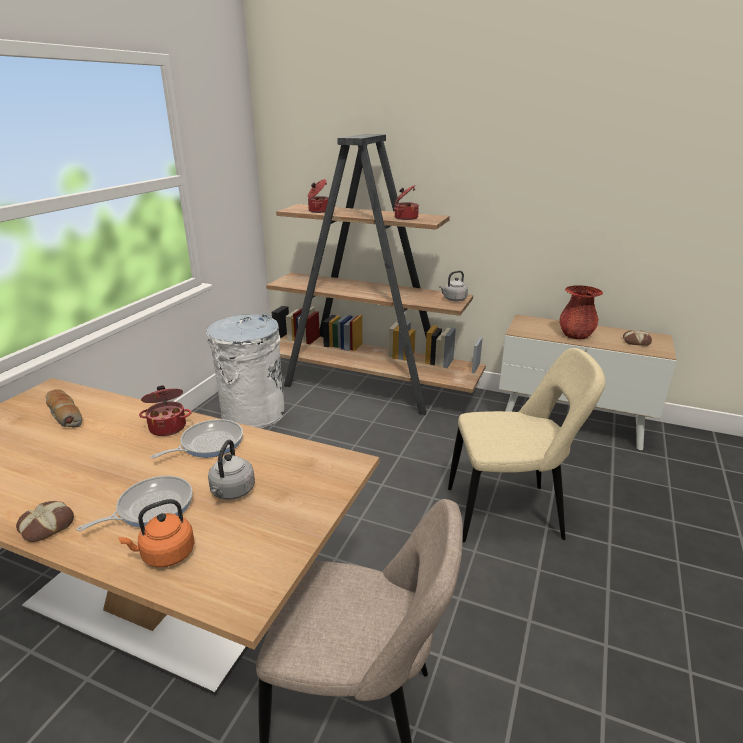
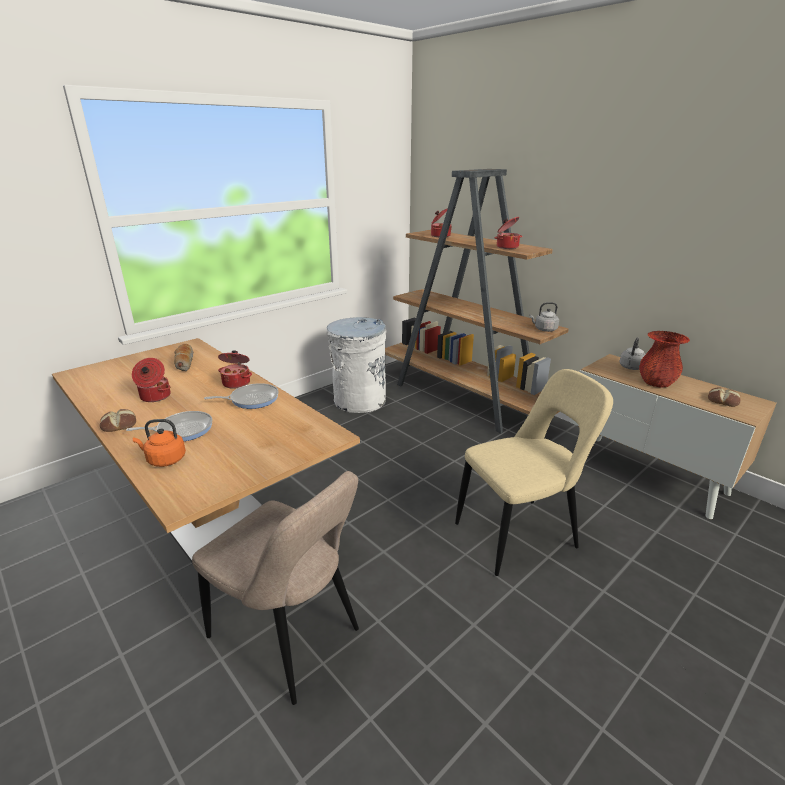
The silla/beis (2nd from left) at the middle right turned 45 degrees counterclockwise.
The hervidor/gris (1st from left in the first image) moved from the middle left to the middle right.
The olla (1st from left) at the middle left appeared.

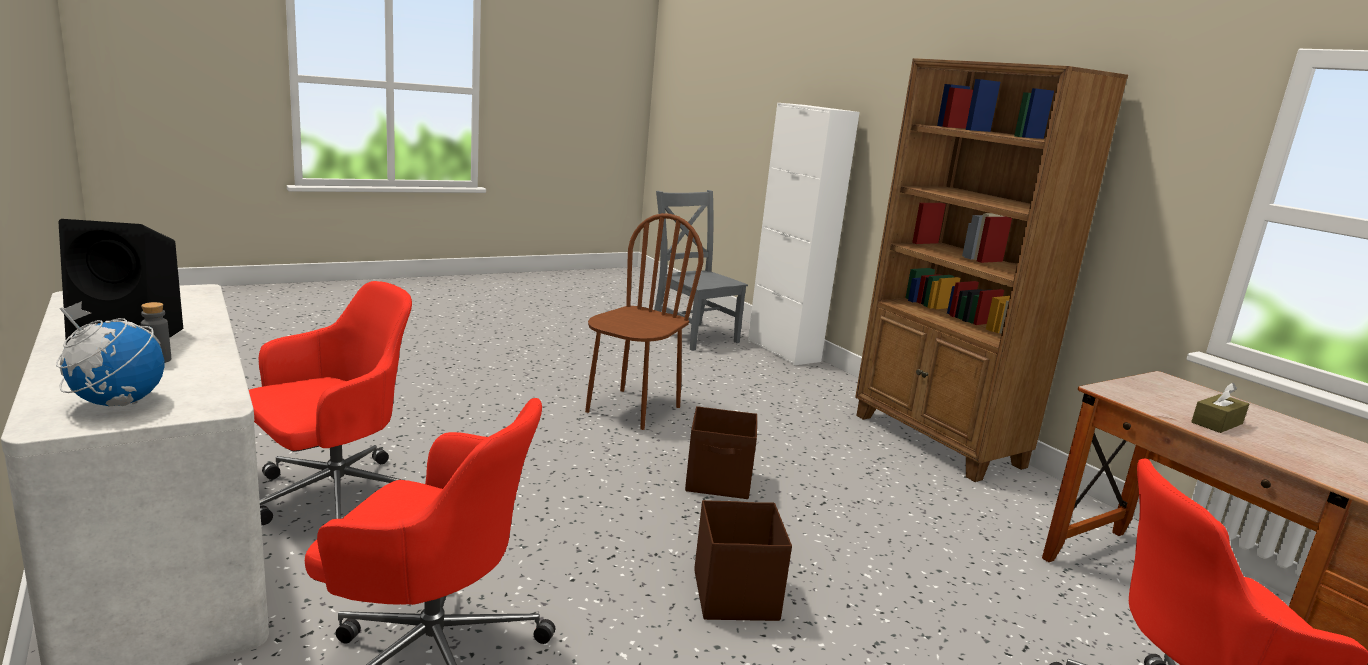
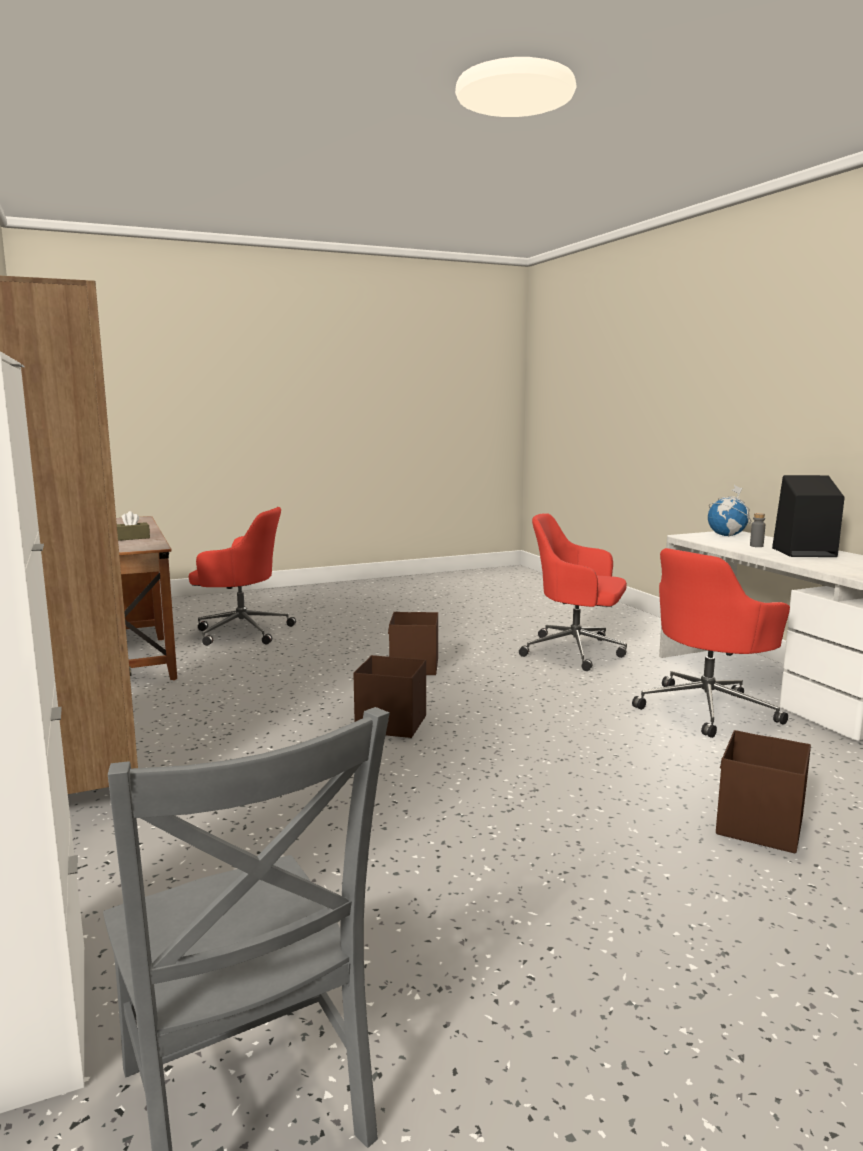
The silla/marrón at the centre disappeared.
The caja de almacenaje/marrón (3rd from left) at the bottom right appeared.

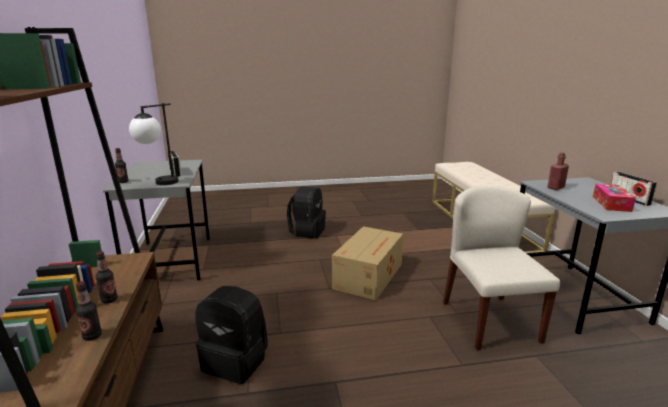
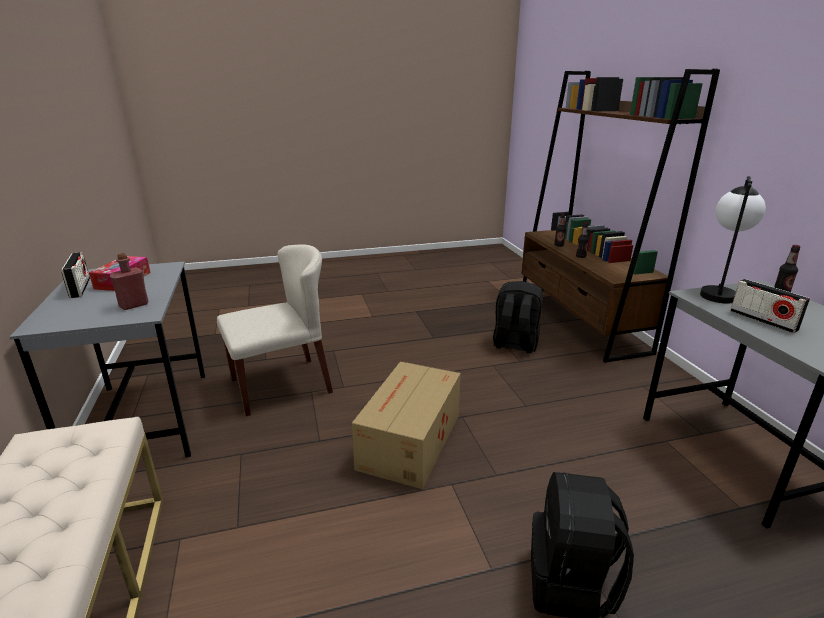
The silla/beis at the middle right turned 105 degrees counterclockwise.

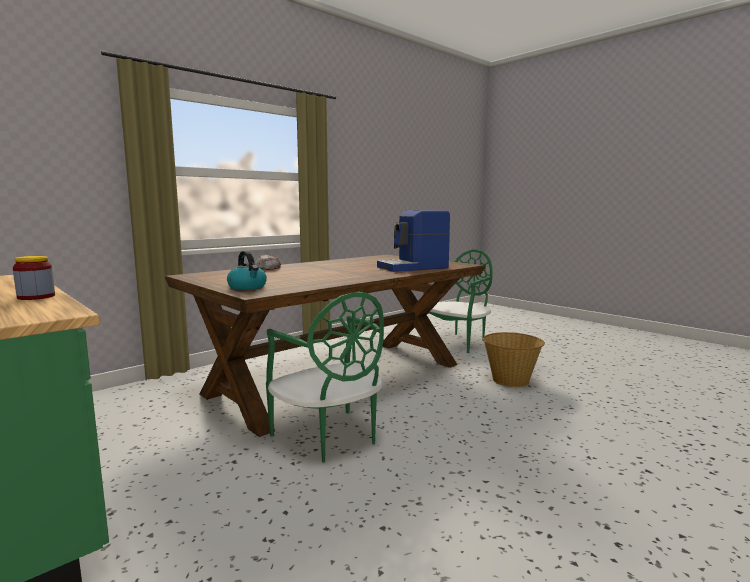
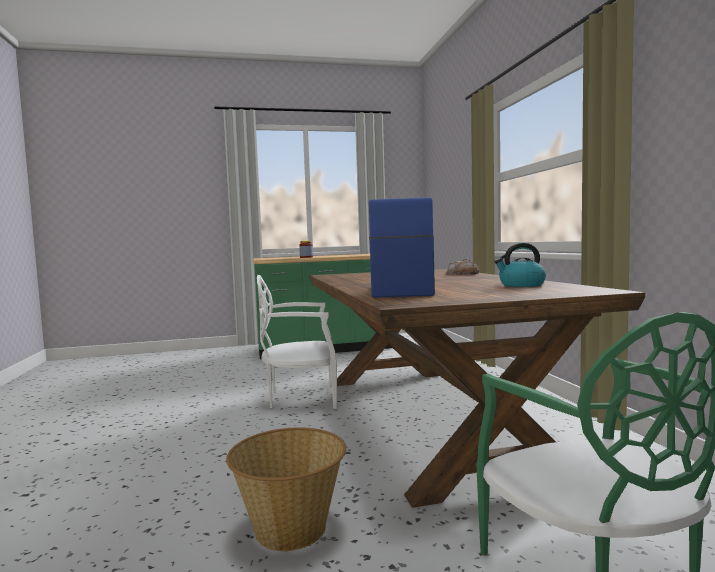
The hervidor moved from the middle left to the middle right.
The silla/verde (1st from left) at the centre became the silla/blanco at the centre.

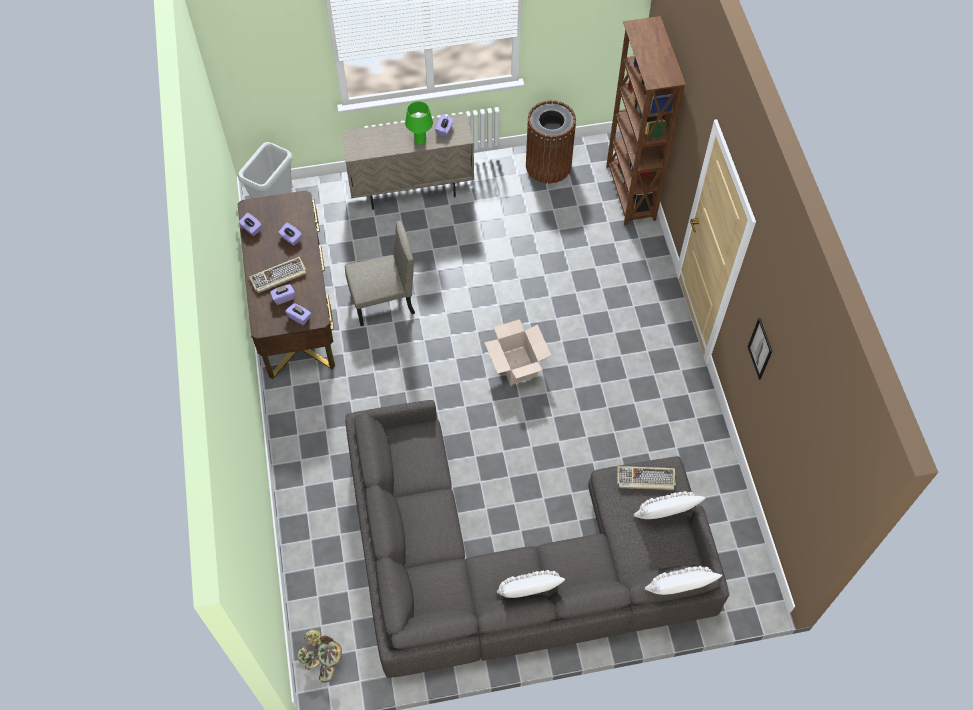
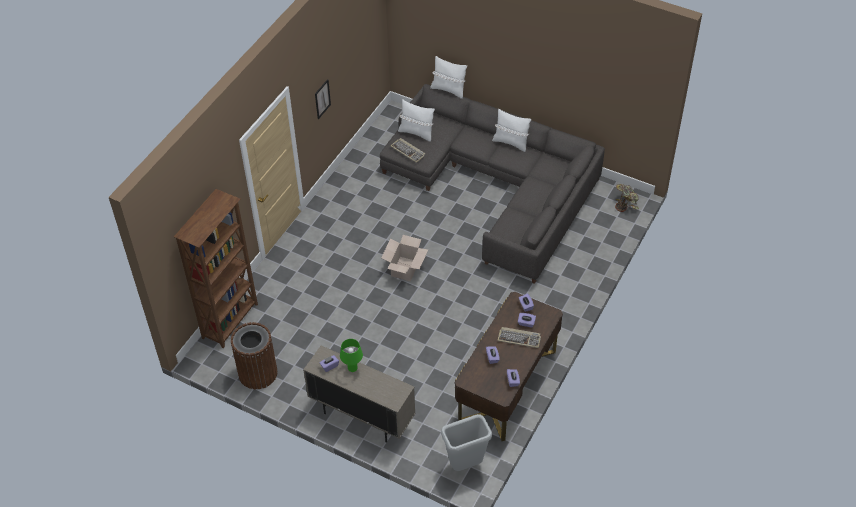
The silla/beis at the centre disappeared.

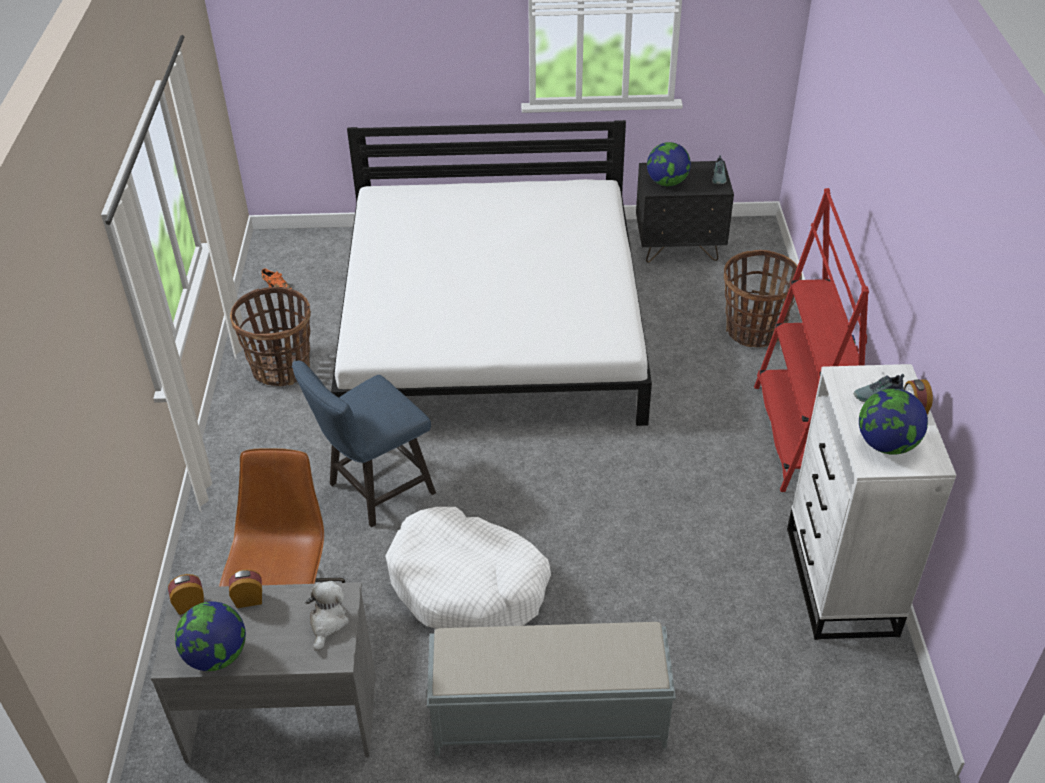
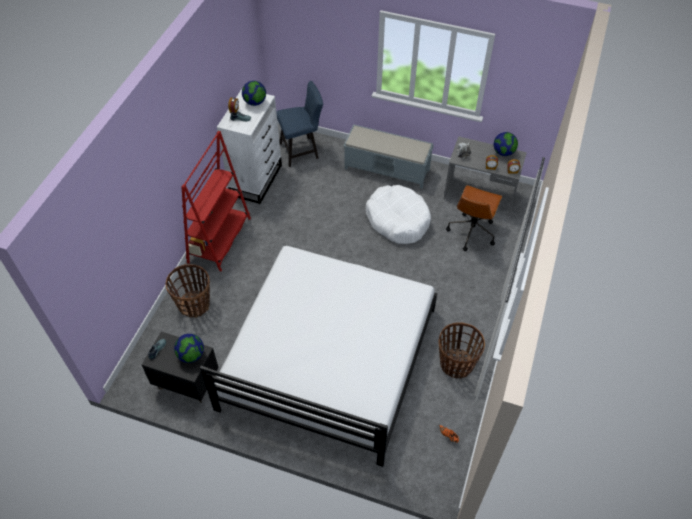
The silla/azul moved from the centre to the top centre.

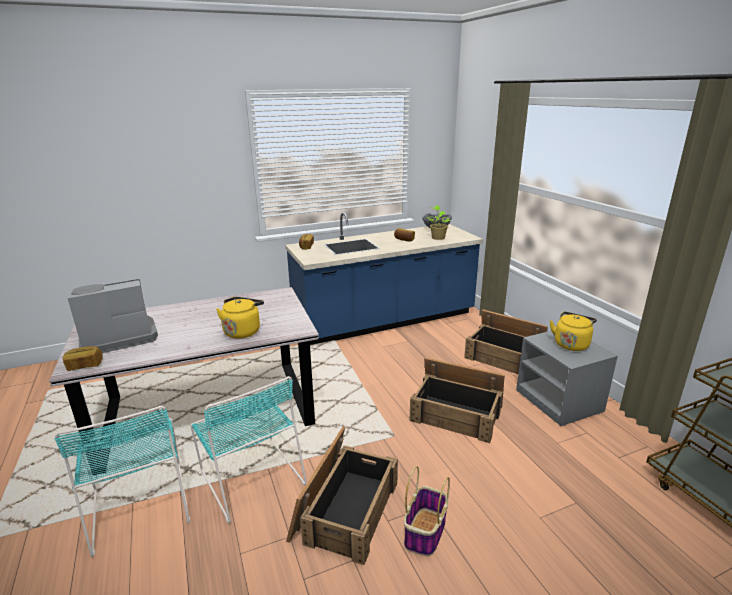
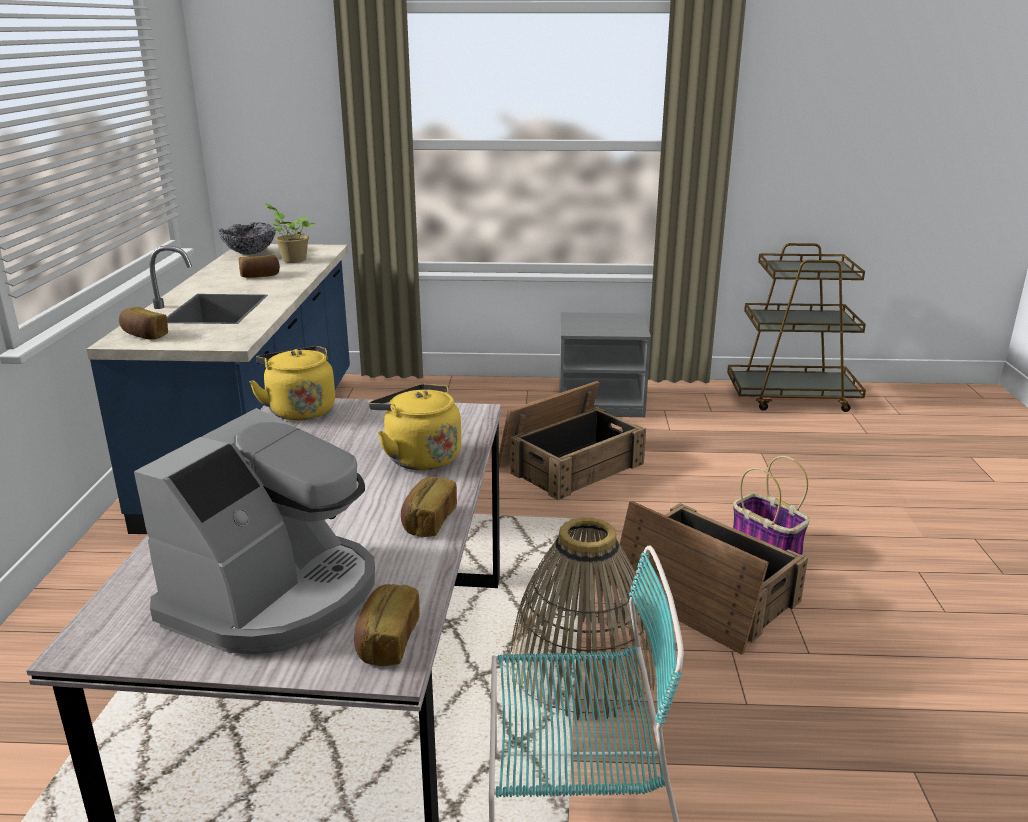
The cafetera at the middle left turned 150 degrees counterclockwise.
The caja de embalaje (3rd from left) at the middle right disappeared.
The hervidor/amarillo (2nd from left in the first image) moved from the middle right to the middle left.
The silla/turquesa (2nd from left) at the bottom centre was replaced by the cesta (1st from left) at the bottom centre.
The pan (4th from left) at the centre appeared.

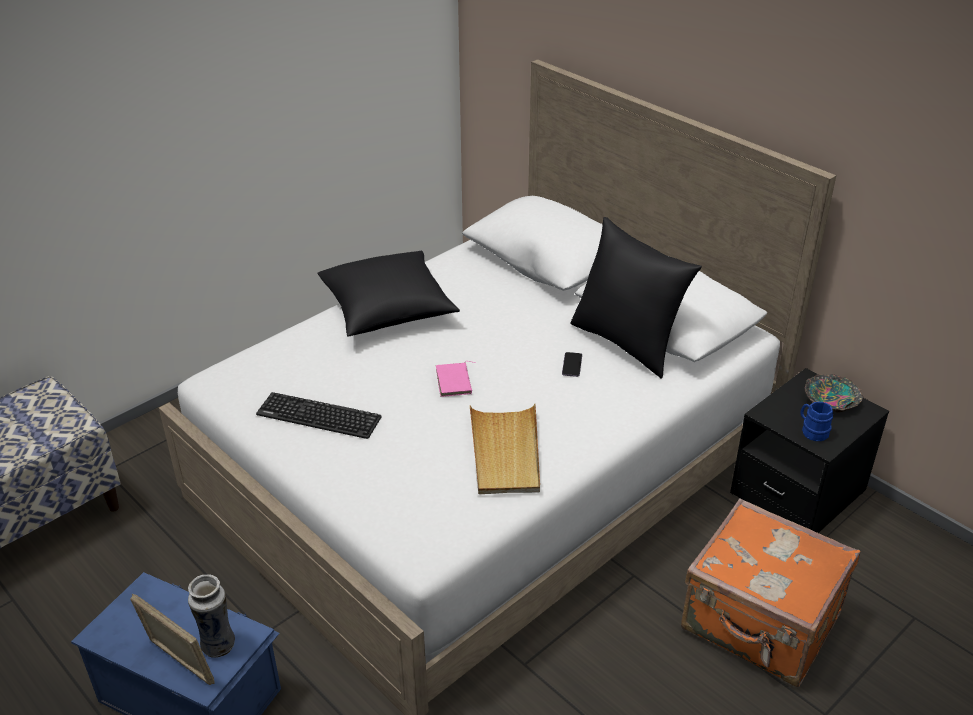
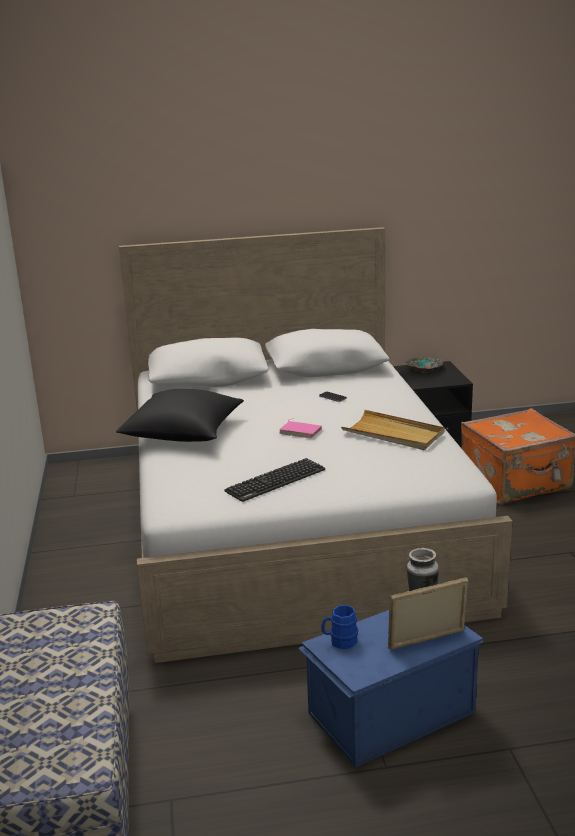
The cojín/negro (2nd from left) at the centre disappeared.
The taza grande/azul moved from the middle right to the bottom centre.

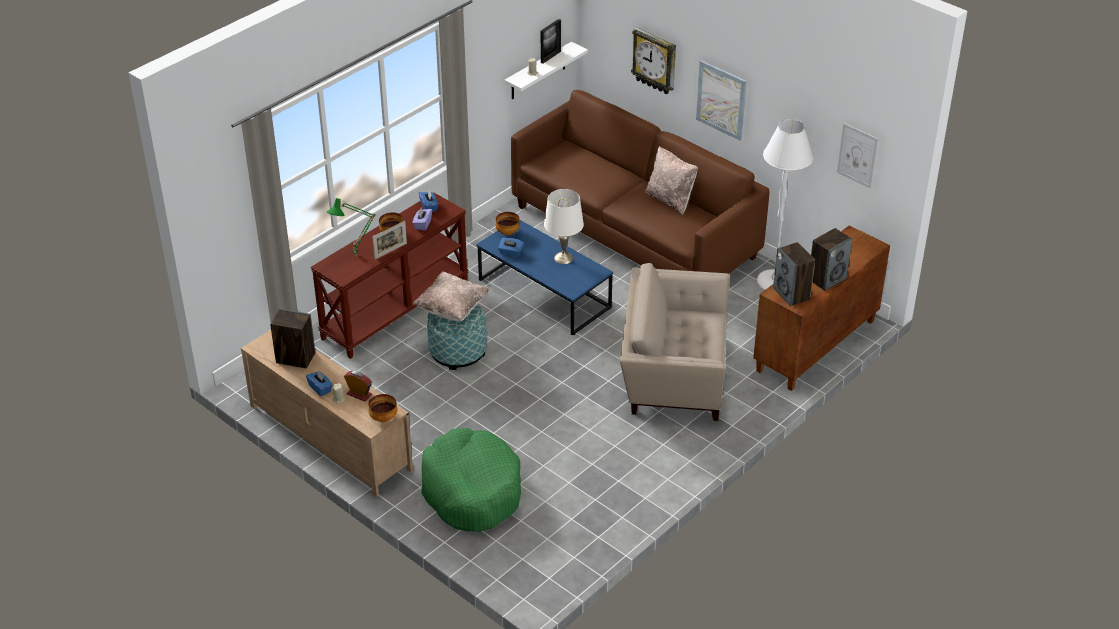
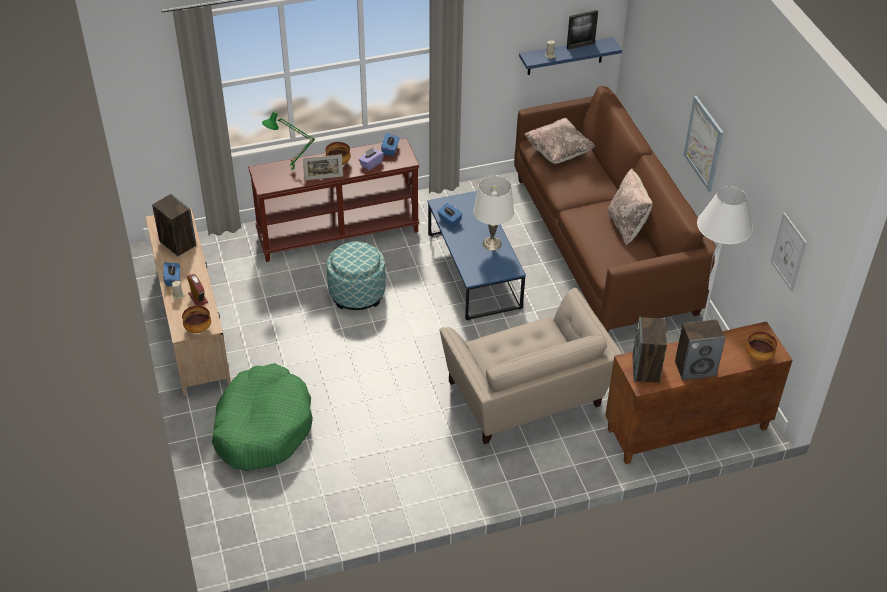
The reloj de pared at the top centre disappeared.
The estante/blanco at the top centre became the estante/azul at the top centre.
The cuenco (3rd from left) moved from the centre to the middle right.
The sillón/beis at the centre turned 150 degrees counterclockwise.
The cojín/beis (1st from left) moved from the centre to the top centre.

